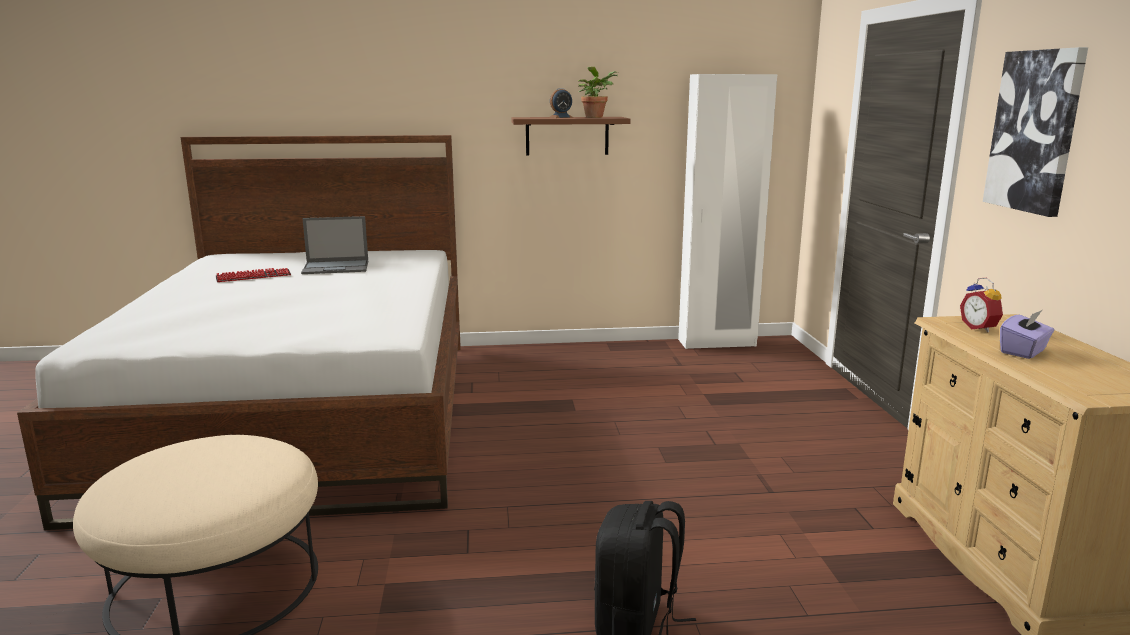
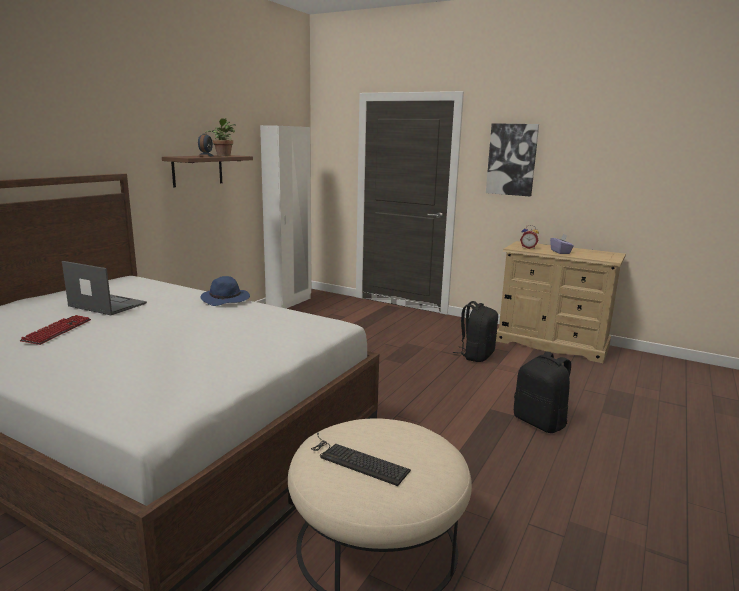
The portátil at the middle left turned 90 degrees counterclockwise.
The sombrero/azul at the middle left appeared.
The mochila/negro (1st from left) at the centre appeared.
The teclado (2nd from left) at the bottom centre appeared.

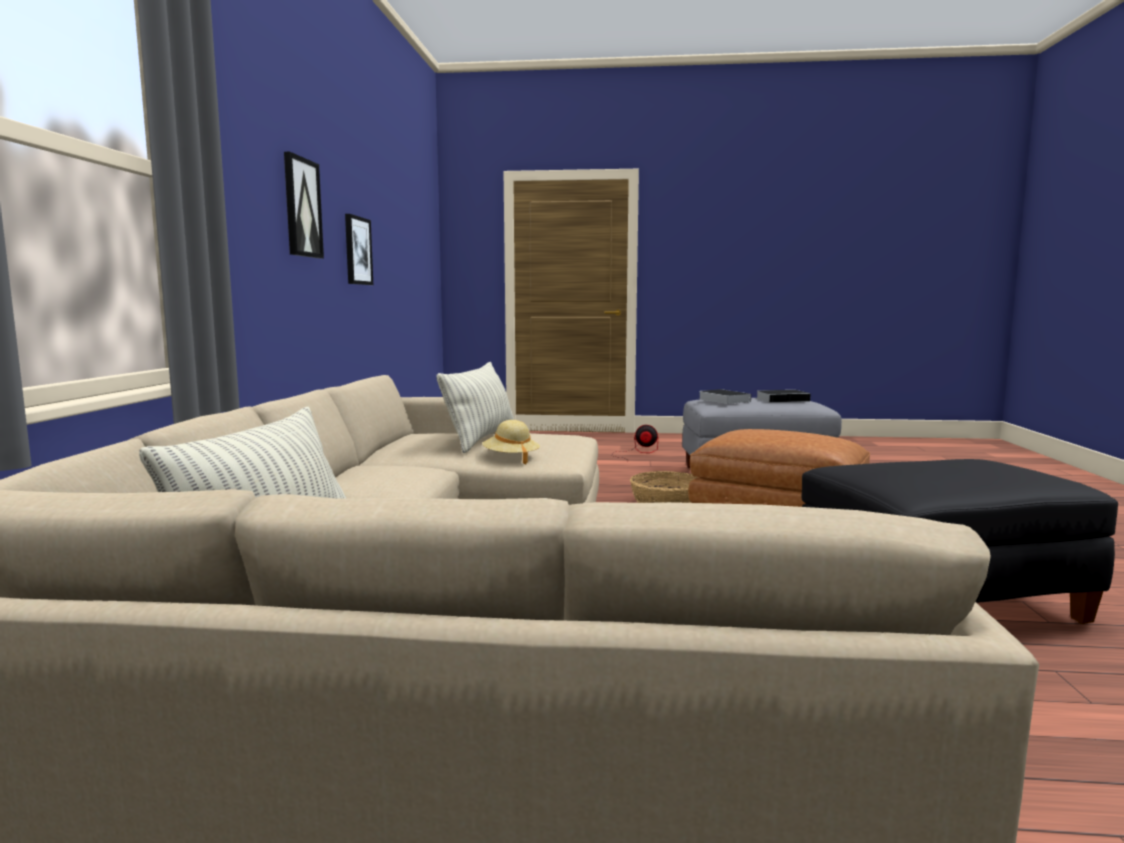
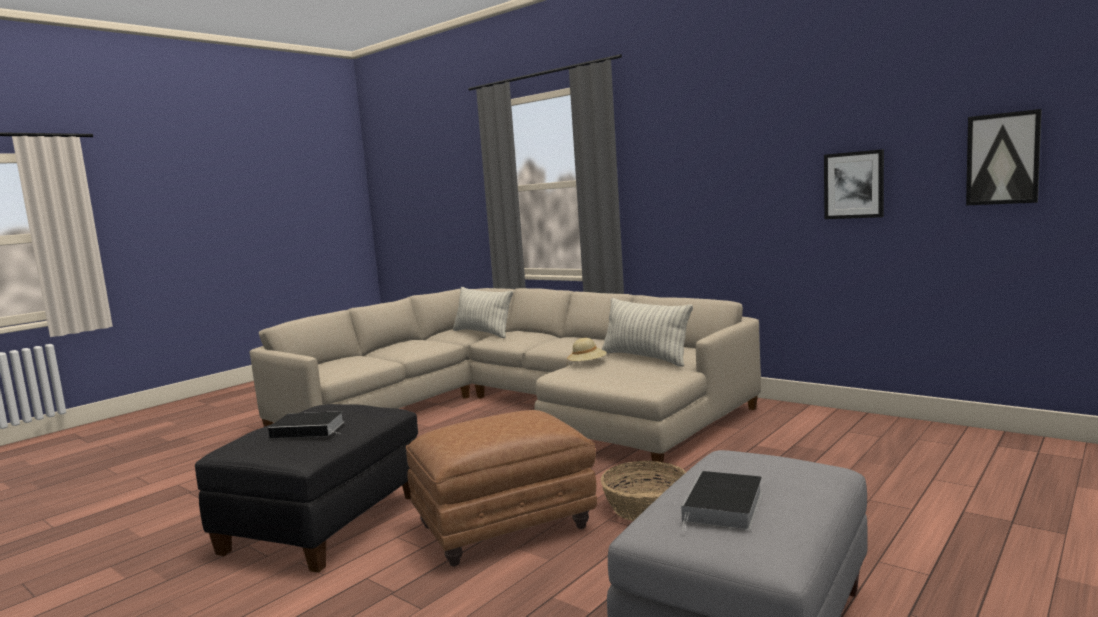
The cuadro (1st from left in the first image) moved from the top left to the top right.
The libro (1st from left) moved from the centre to the bottom left.
The ventilador at the centre disappeared.

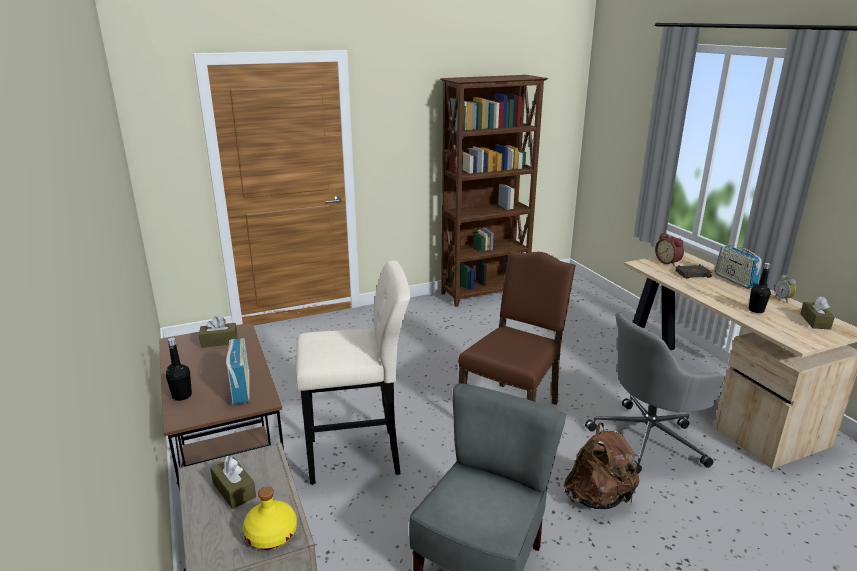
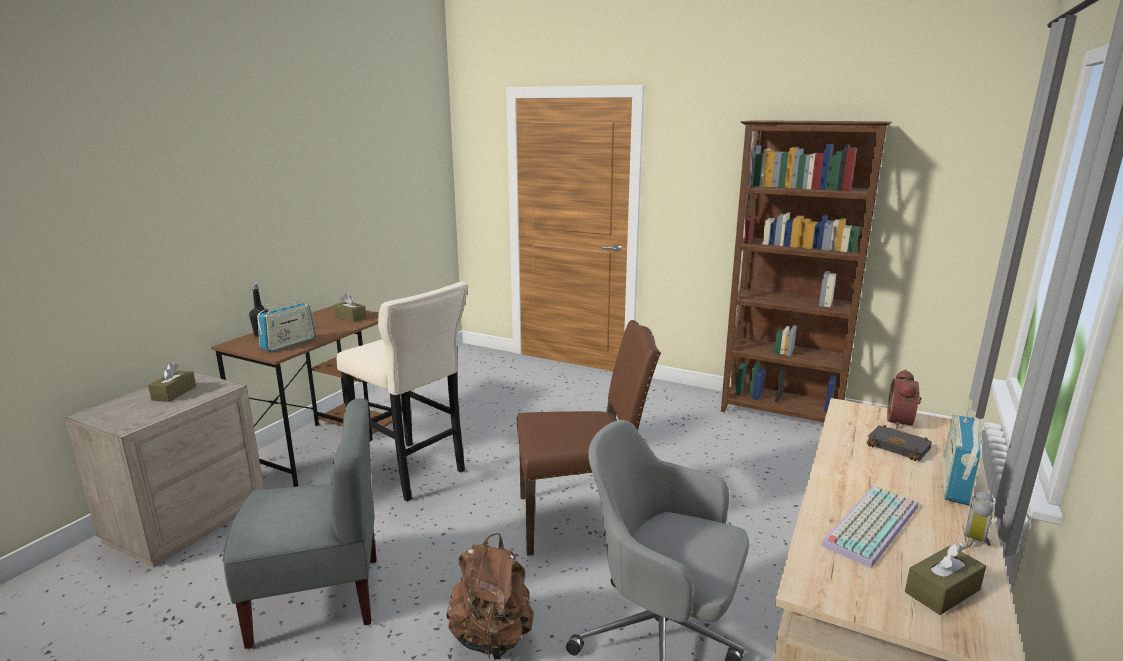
The botella/negro (2nd from left) at the middle right was replaced by the teclado at the bottom right.
The botella/amarillo at the bottom left disappeared.

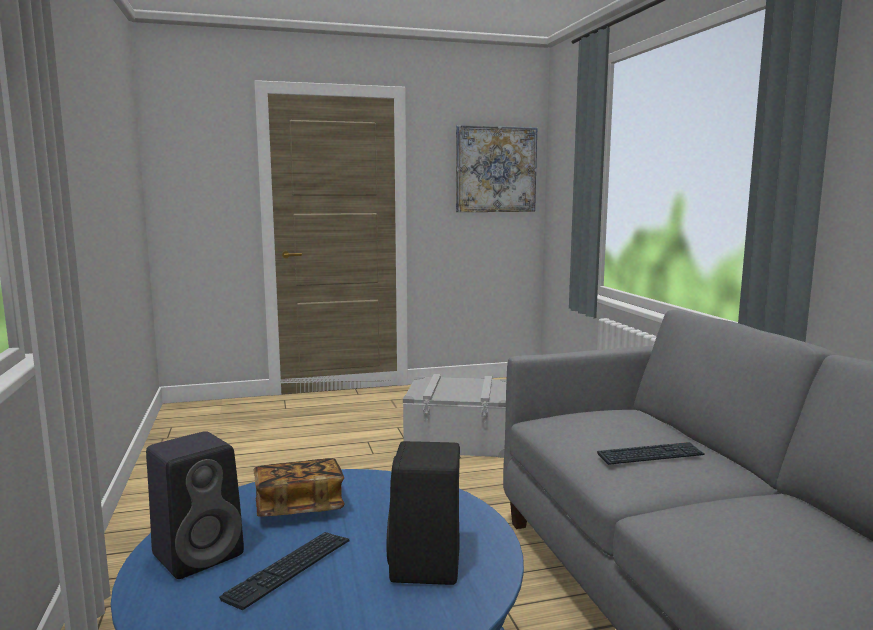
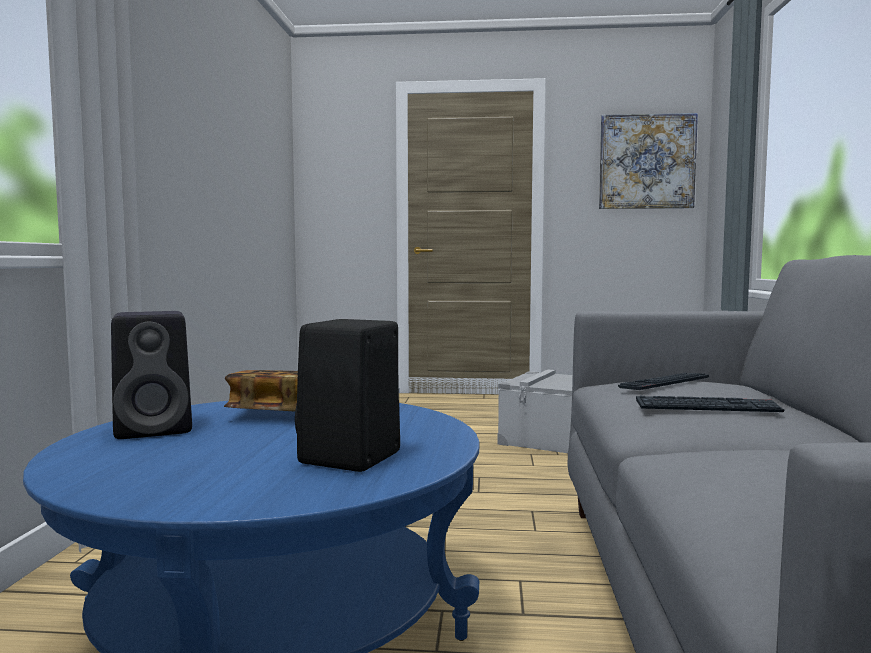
The teclado (1st from left) moved from the bottom left to the middle right.

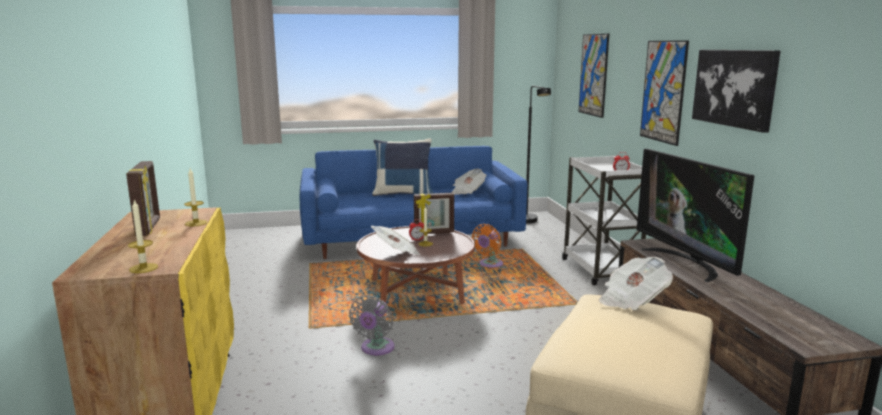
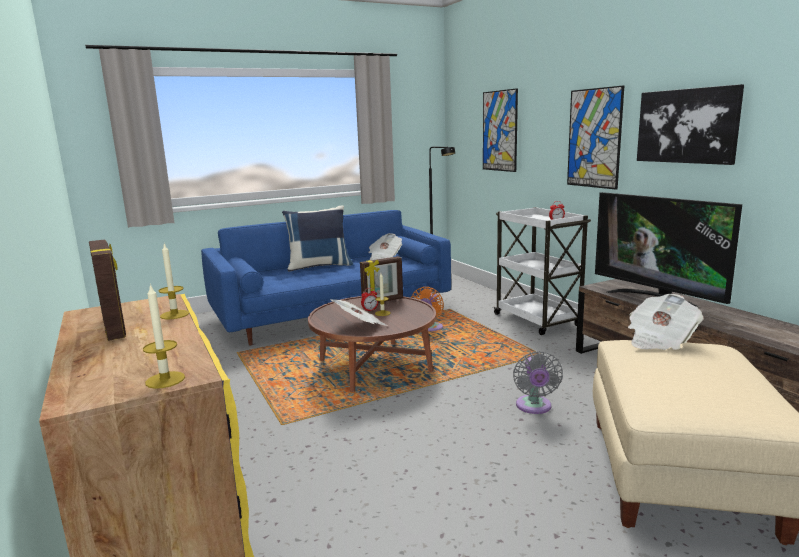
The ventilador/gris moved from the bottom centre to the bottom right.

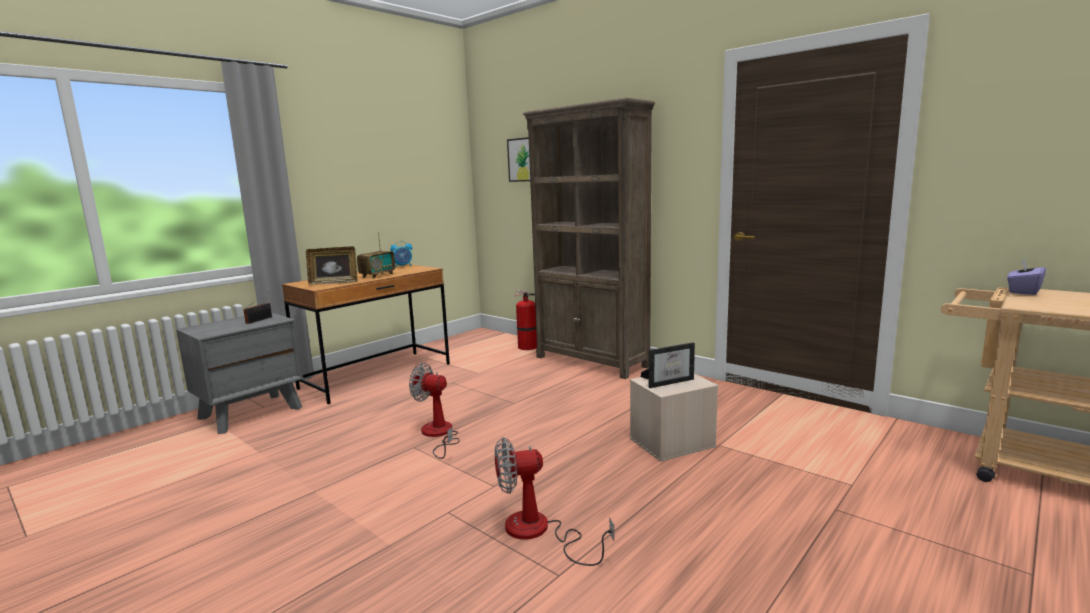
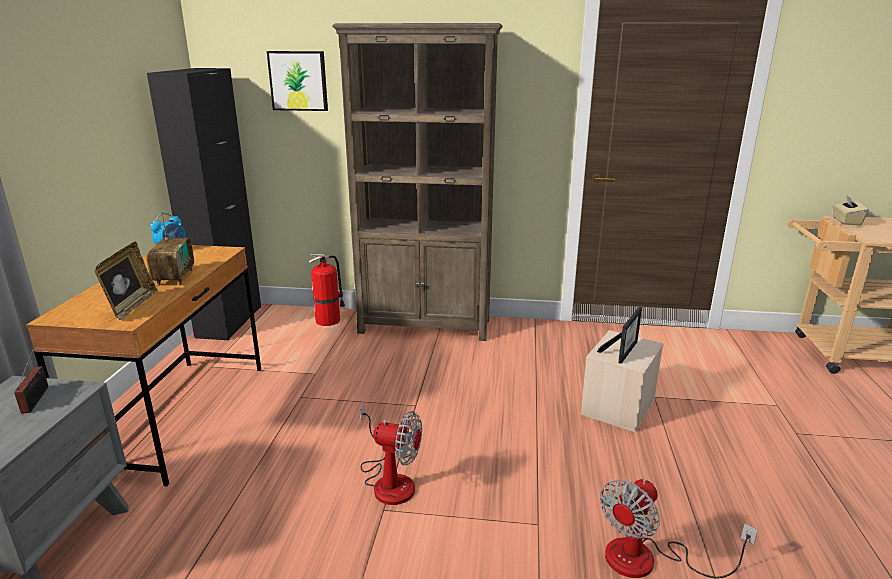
The portarretratos (1st from left) at the middle left turned 45 degrees counterclockwise.
The caja de pañuelos/morado at the middle right became the caja de pañuelos/beis at the middle right.
The ventilador (1st from left) at the bottom centre turned 150 degrees counterclockwise.
The armario/negro at the middle left appeared.

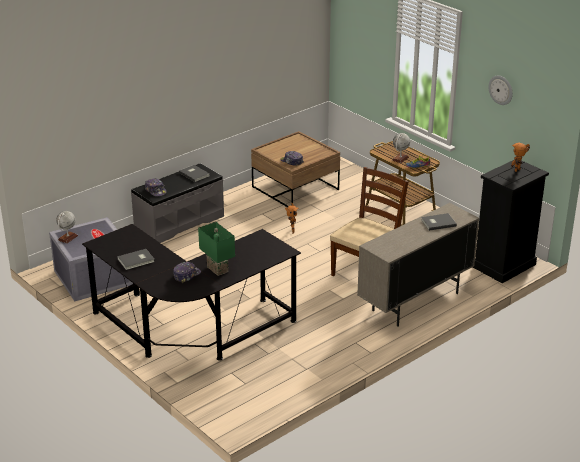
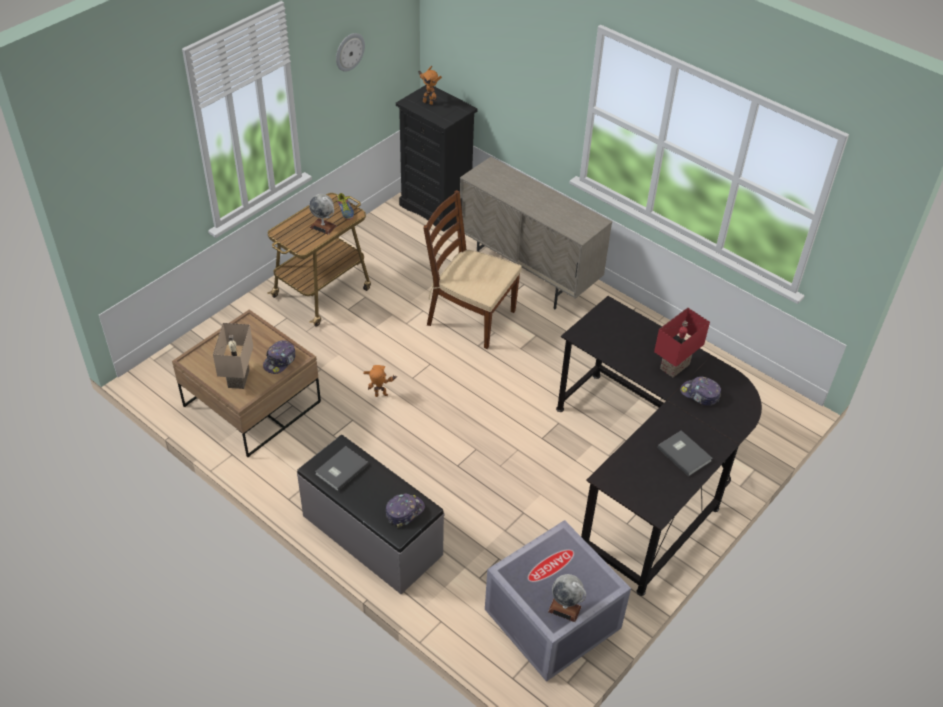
The libro/gris (3rd from left) at the middle right disappeared.
The lámpara de mesa/verde at the centre became the lámpara de mesa/rojo at the middle right.
The lámpara de mesa/beis at the middle left appeared.

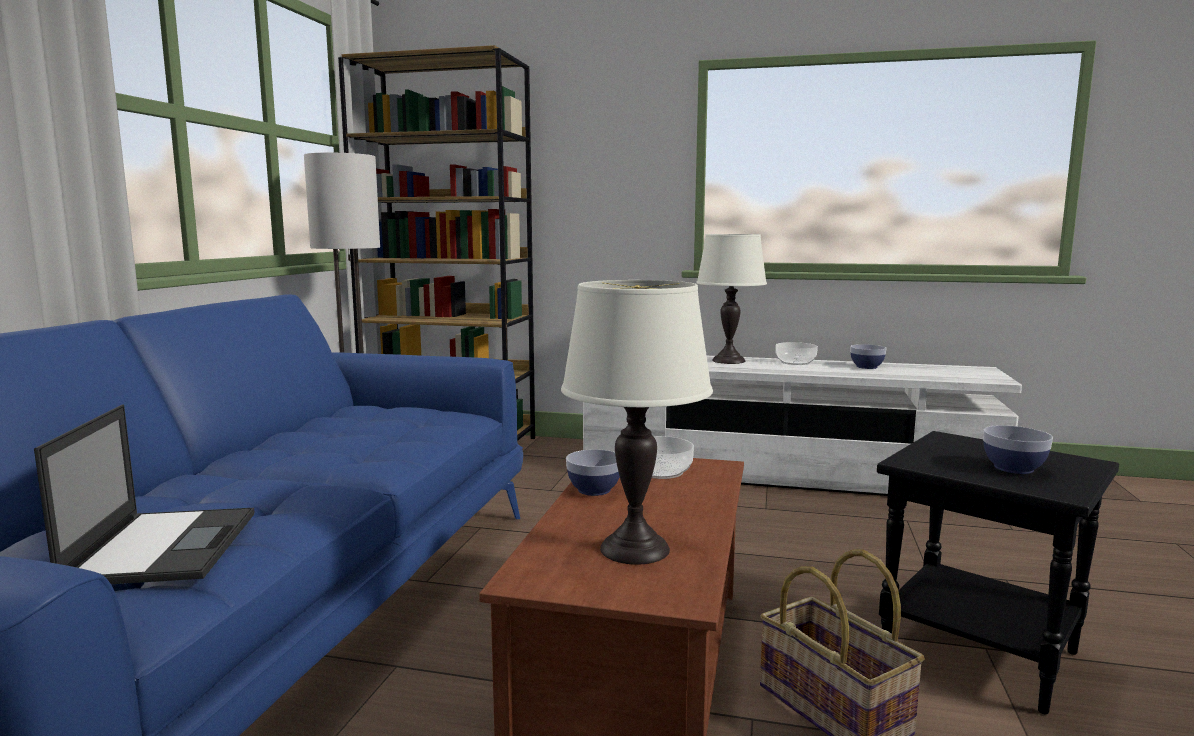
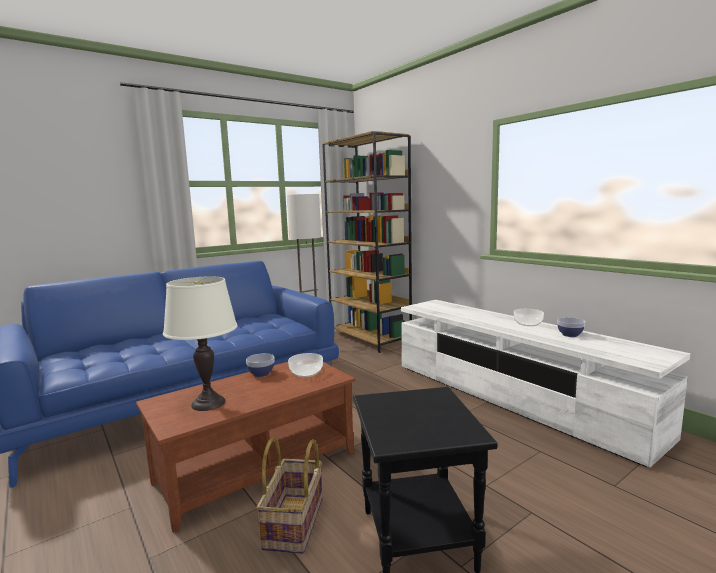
The lámpara de mesa/blanco (2nd from left) at the centre disappeared.
The portátil at the bottom left disappeared.
The cuenco (5th from left) at the middle right disappeared.

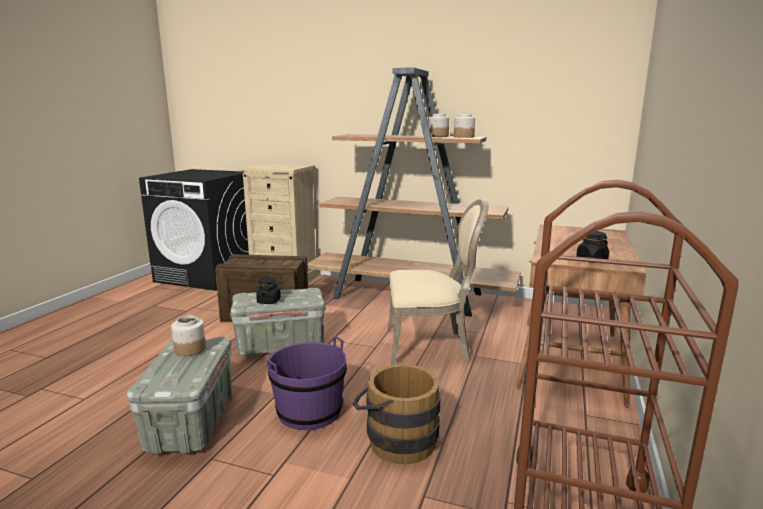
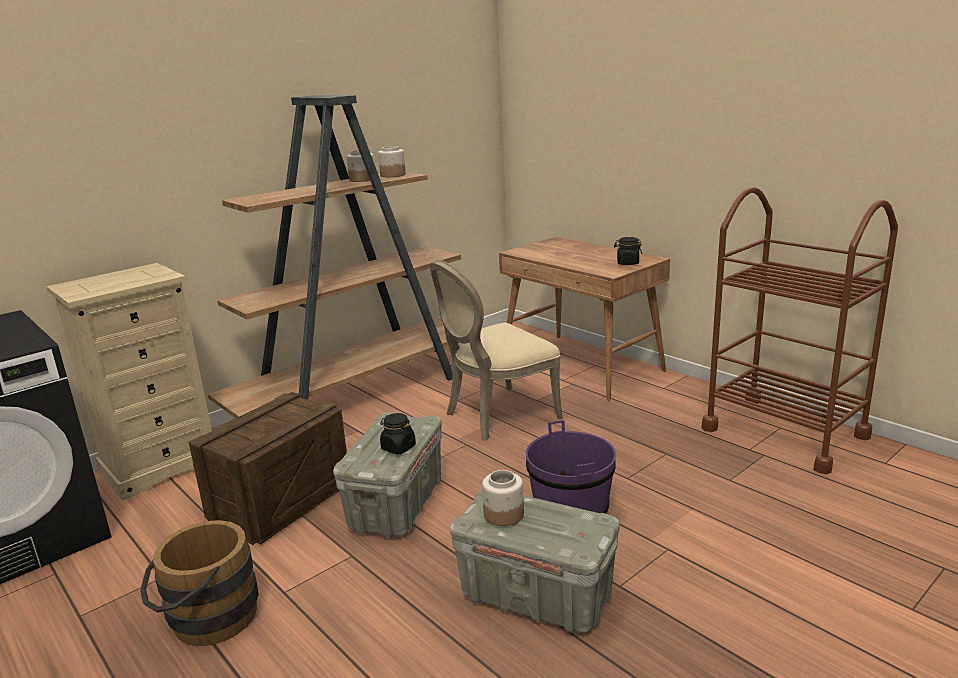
The silla/beis at the centre turned 150 degrees counterclockwise.
The cubo/marrón moved from the bottom centre to the bottom left.

